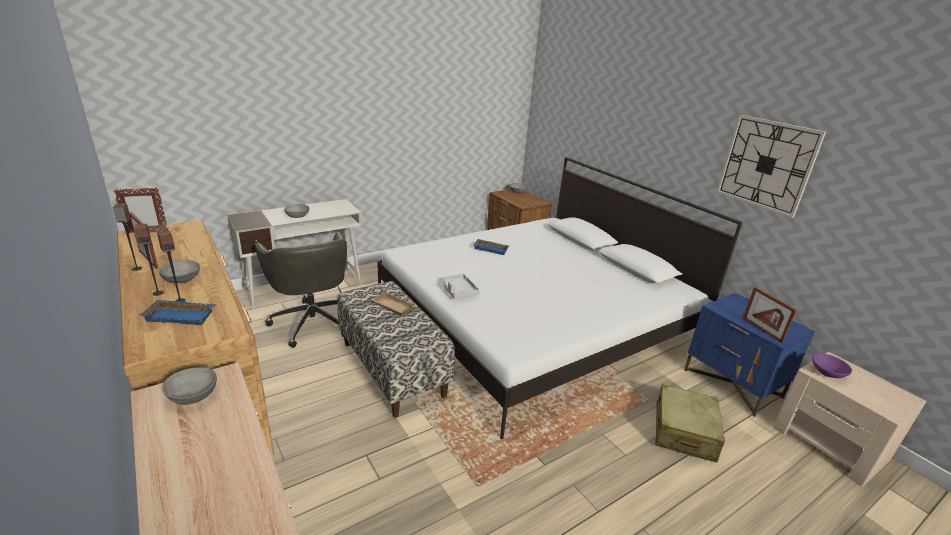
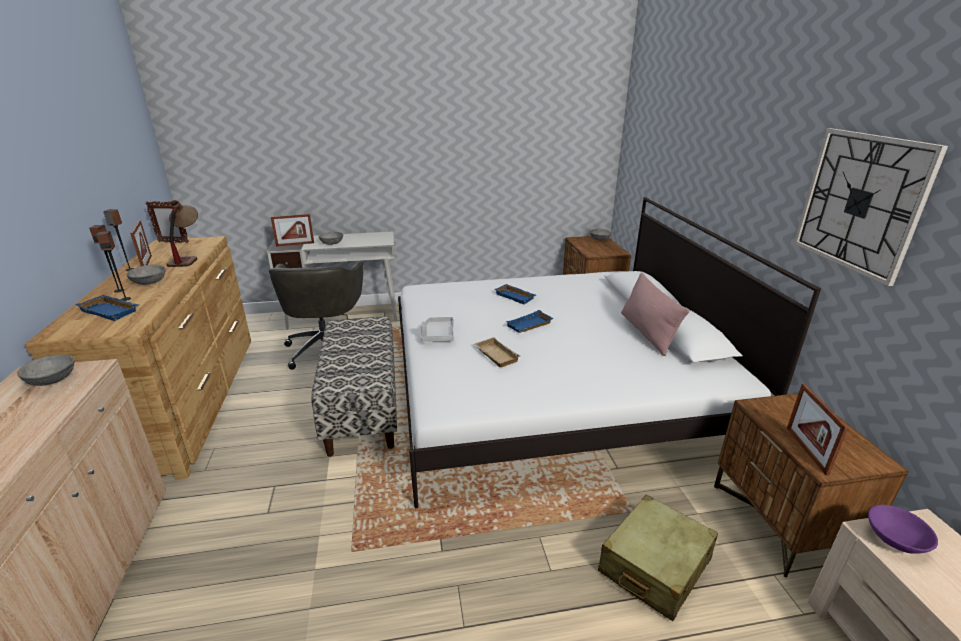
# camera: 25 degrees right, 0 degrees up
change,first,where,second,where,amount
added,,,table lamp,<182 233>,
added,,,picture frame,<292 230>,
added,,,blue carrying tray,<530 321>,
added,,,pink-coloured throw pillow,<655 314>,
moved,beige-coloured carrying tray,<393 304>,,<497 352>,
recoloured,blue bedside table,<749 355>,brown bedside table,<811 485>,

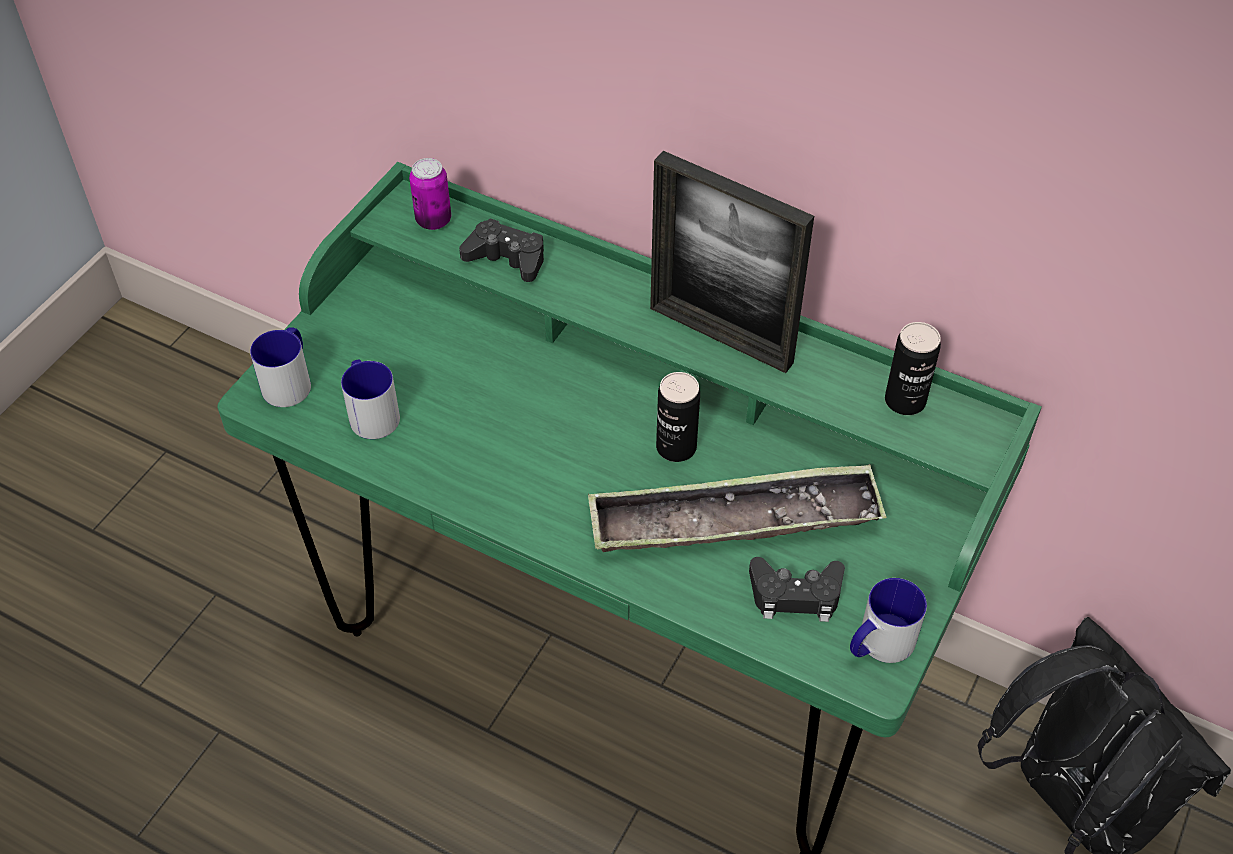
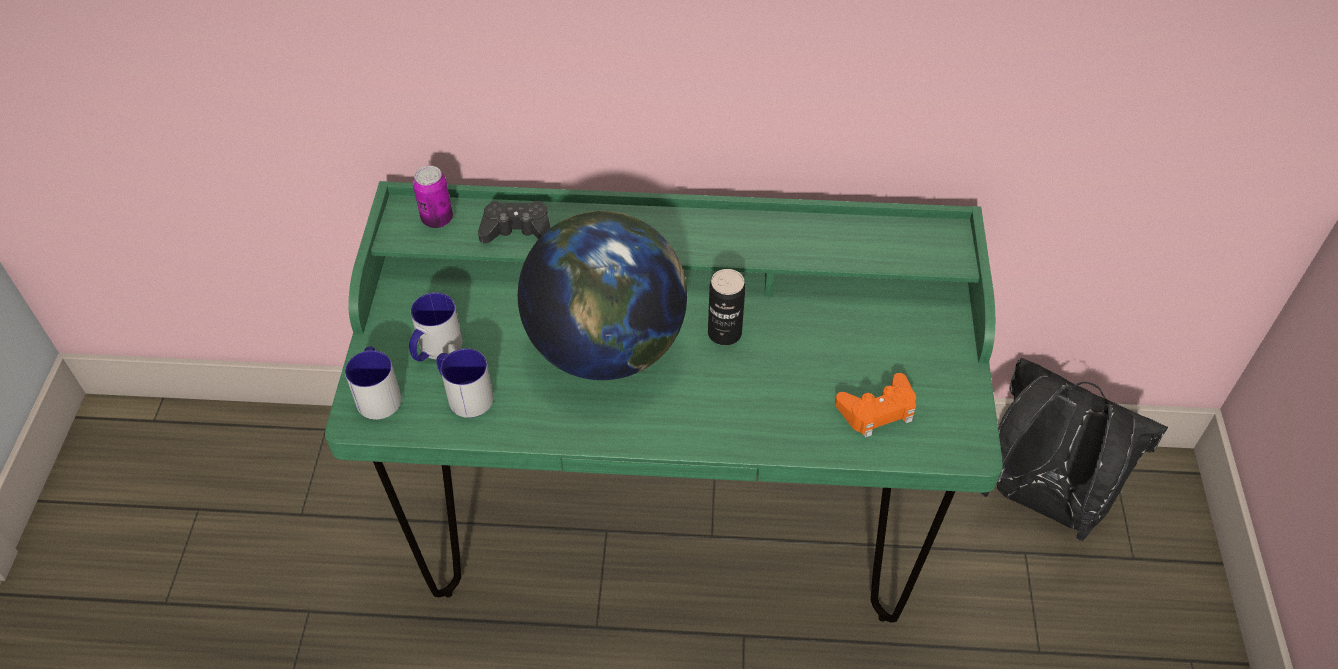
# camera: 25 degrees left, 0 degrees up
change,first,where,second,where,amount
removed,carrying tray,<737 508>,,,
removed,picture frame,<732 262>,,,
removed,sealed can,<913 368>,,,
added,,,world globe,<602 295>,
moved,mug,<888 620>,,<436 326>,
recoloured,black joypad,<797 589>,orangey joypad,<875 405>,

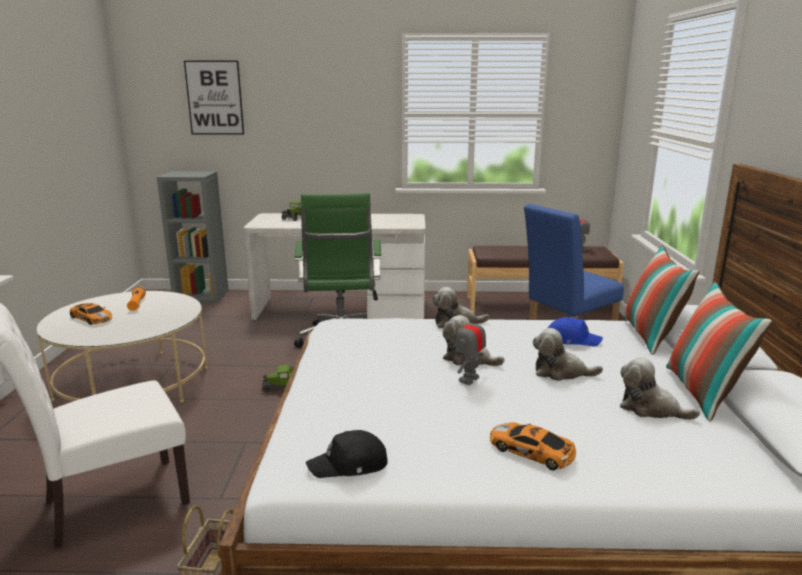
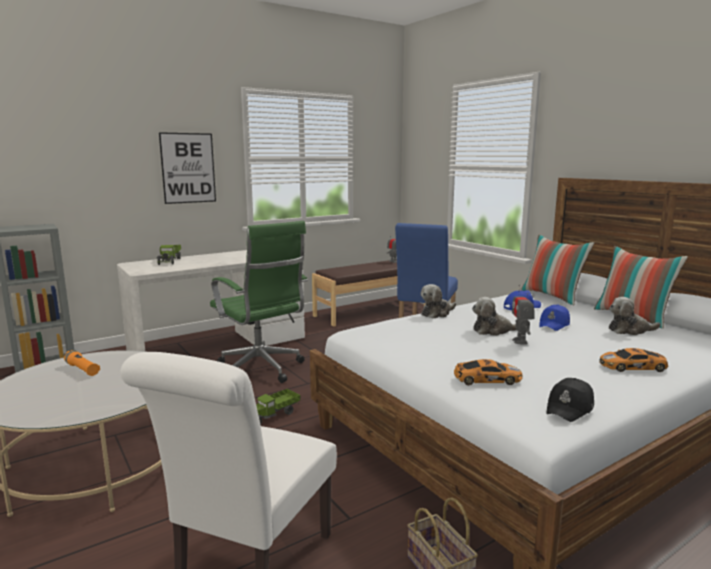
# camera: 35 degrees left, 5 degrees down
change,first,where,second,where,amount
moved,miniature car,<91 314>,,<488 372>,
moved,wall art,<214 97>,,<187 168>,
replaced,plush toy,<568 354>,blue peaked cap,<554 317>,

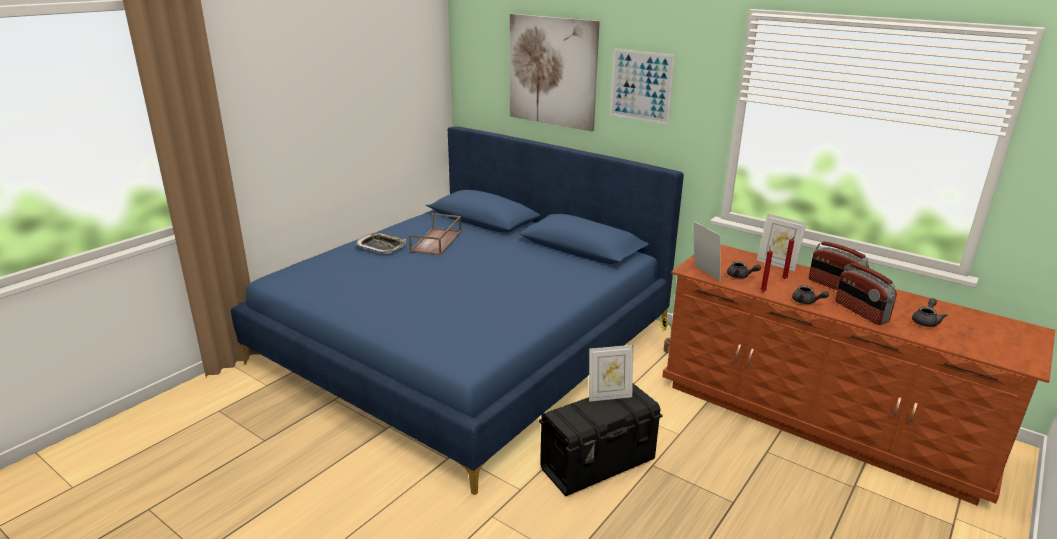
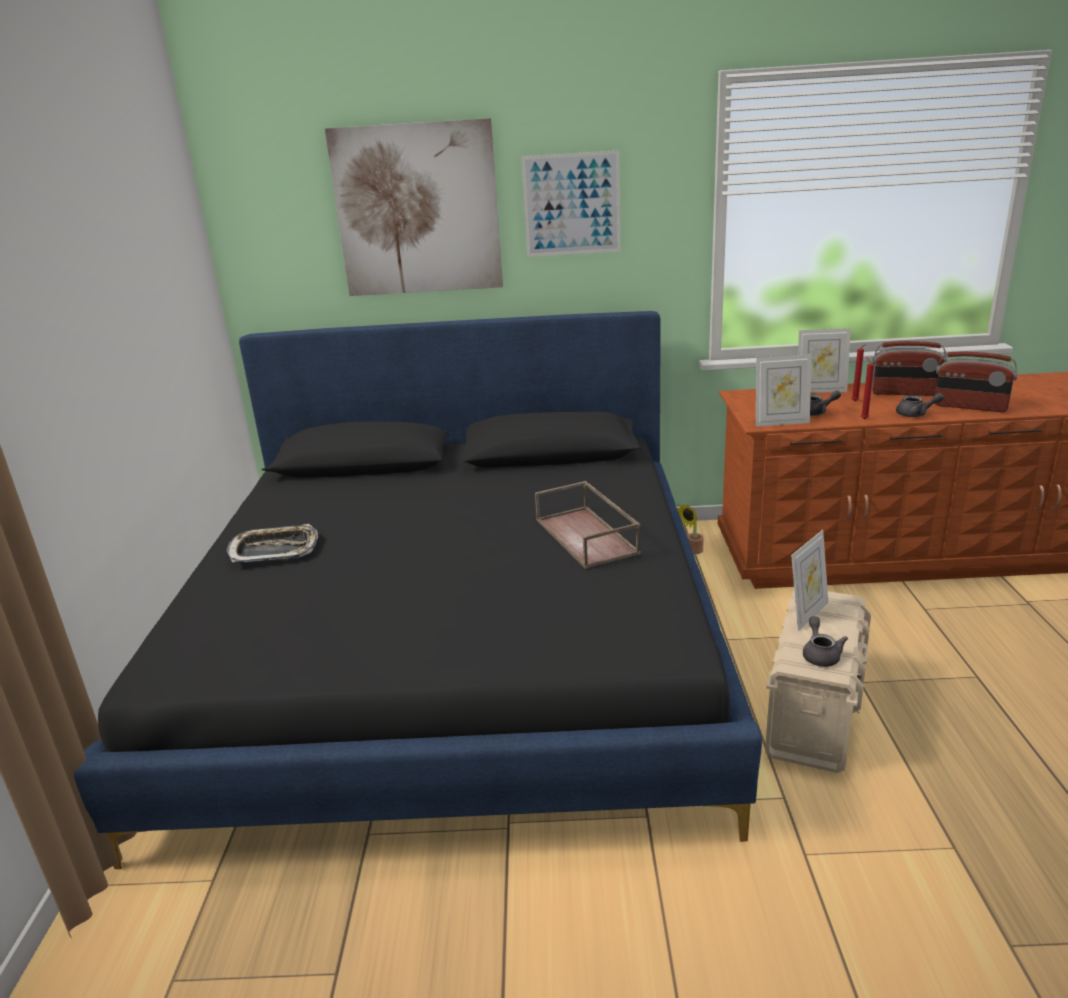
# camera: 35 degrees left, 0 degrees up
change,first,where,second,where,amount
moved,brown carrying tray,<435 234>,,<587 525>,
moved,gray teapot,<930 312>,,<825 641>,
recoloured,blue bedroom bed,<457 310>,black bedroom bed,<418 590>,
recoloured,black storage bin,<601 439>,beige-coloured storage bin,<818 682>,
turned,picture frame,<707 251>,,<784 390>,150 degrees clockwise

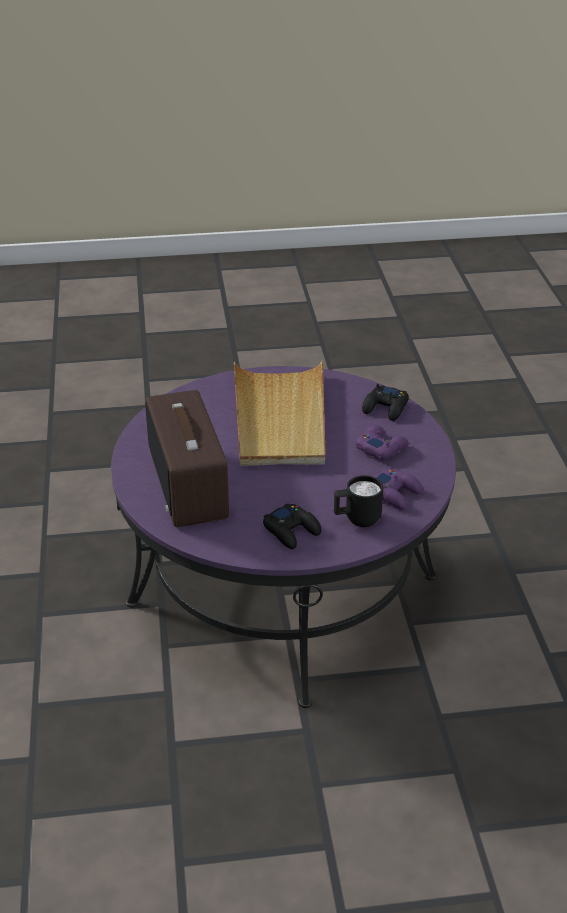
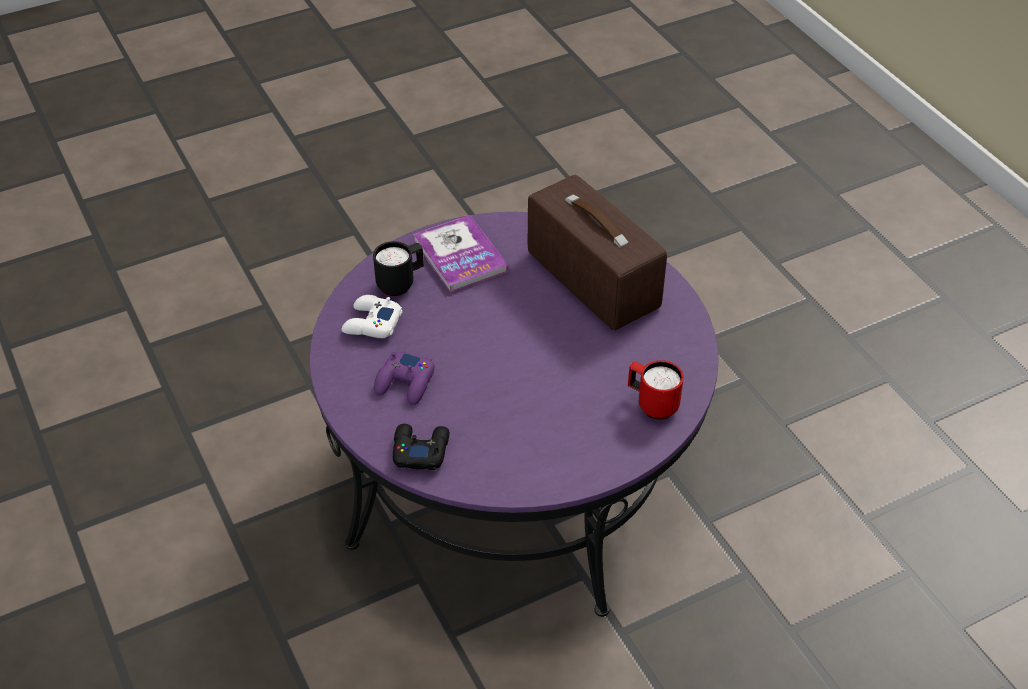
# camera: 160 degrees right, 10 degrees up
change,first,where,second,where,amount
removed,beige-coloured carrying tray,<279 413>,,,
added,,,reddish mug,<656 390>,
replaced,black joypad,<292 526>,bound book,<461 254>,
recoloured,purplish joypad,<399 489>,white-coloured joypad,<372 316>,

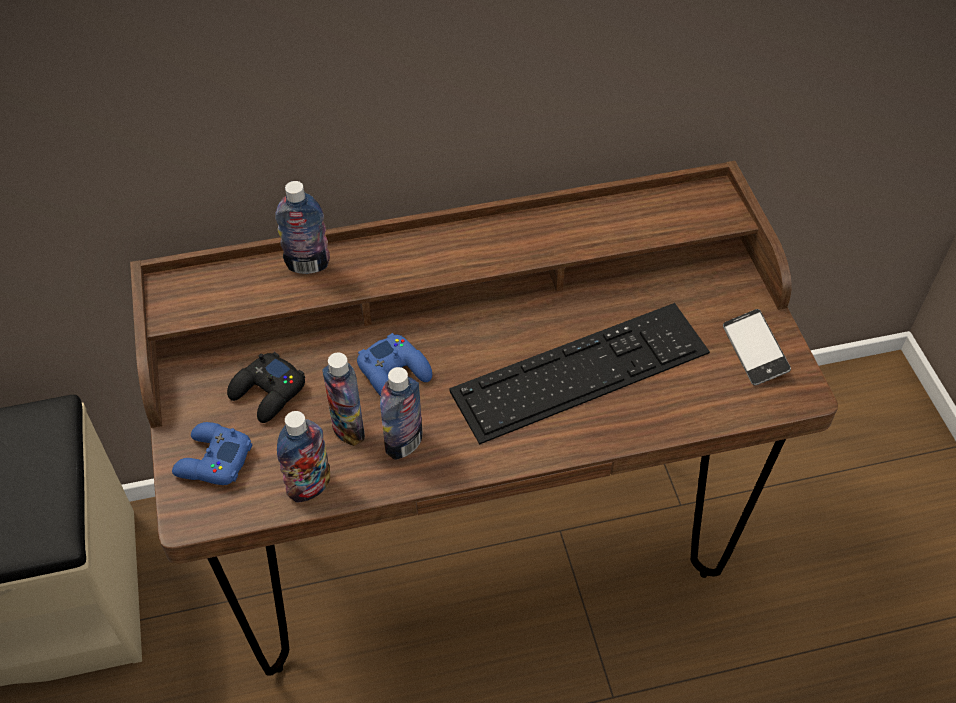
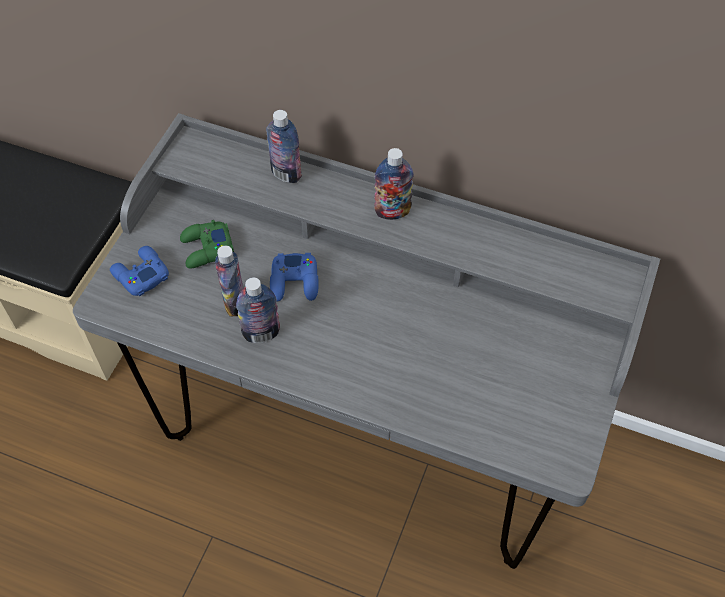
# camera: 35 degrees right, 5 degrees up
change,first,where,second,where,amount
removed,computer keyboard,<580 374>,,,
removed,telephone,<757 347>,,,
moved,beverage bottle,<303 457>,,<394 184>,
recoloured,brown desk table,<484 418>,gray desk table,<366 341>,
recoloured,black joypad,<266 387>,green joypad,<207 244>,

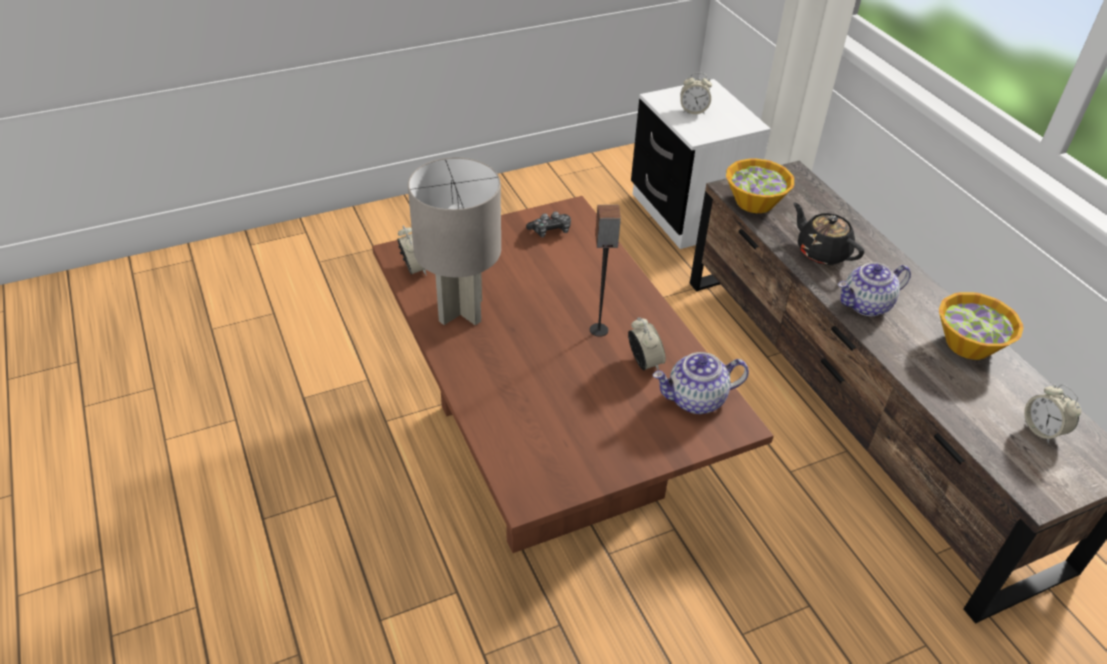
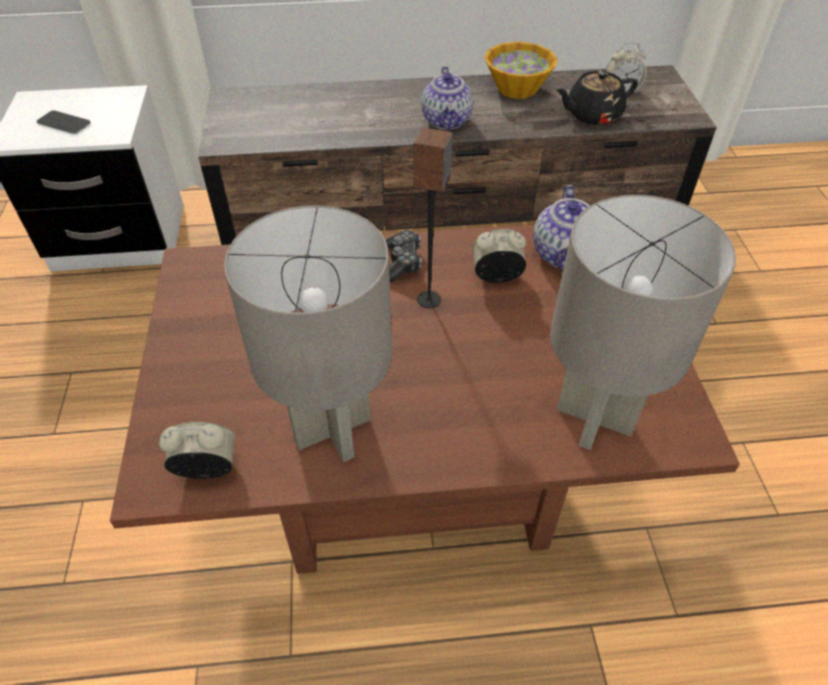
# camera: 70 degrees left, 5 degrees up
change,first,where,second,where,amount
removed,deep dish,<760 185>,,,
added,,,gray table lamp,<643 322>,
moved,joypad,<548 224>,,<404 256>,
moved,black teapot,<829 234>,,<597 97>,
replaced,alarm clock,<696 93>,telephone,<64 122>,

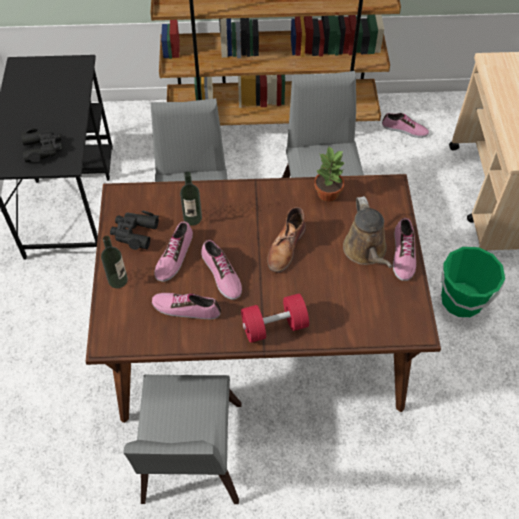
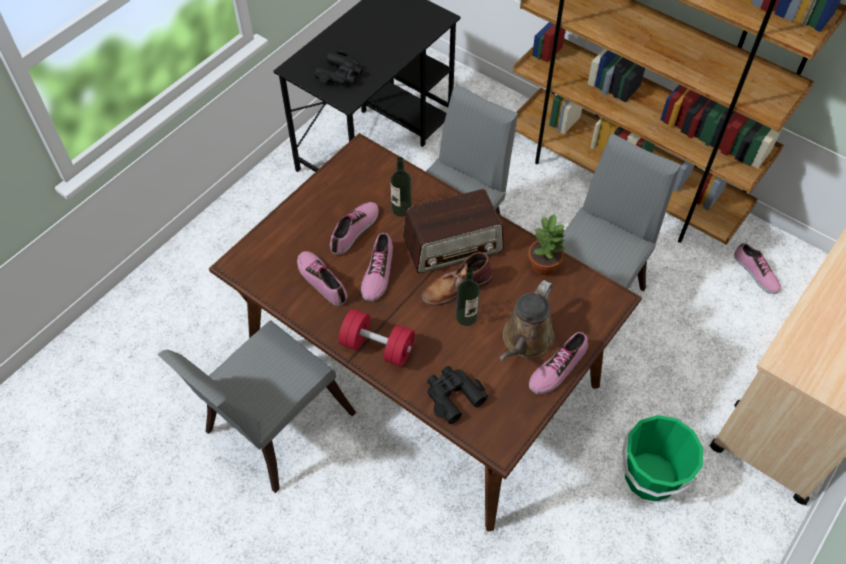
# camera: 40 degrees right, 0 degrees up
change,first,where,second,where,amount
added,,,radio receiver,<453 231>,
moved,beverage bottle,<114 262>,,<468 297>,
moved,black binoculars,<134 230>,,<457 395>,
turned,low shoe,<173 251>,,<354 228>,150 degrees clockwise

